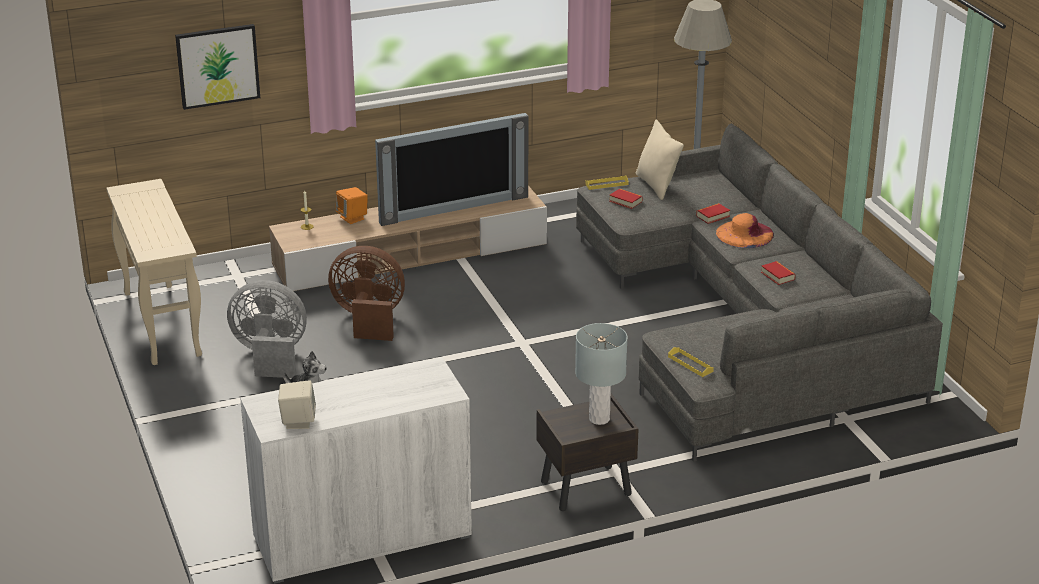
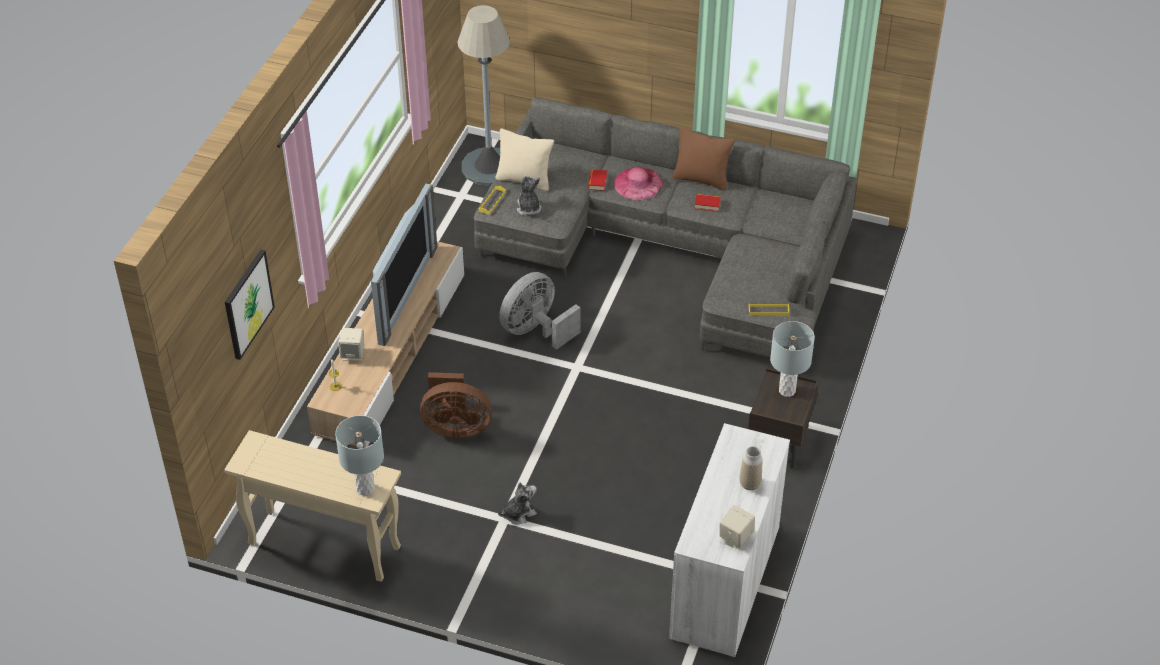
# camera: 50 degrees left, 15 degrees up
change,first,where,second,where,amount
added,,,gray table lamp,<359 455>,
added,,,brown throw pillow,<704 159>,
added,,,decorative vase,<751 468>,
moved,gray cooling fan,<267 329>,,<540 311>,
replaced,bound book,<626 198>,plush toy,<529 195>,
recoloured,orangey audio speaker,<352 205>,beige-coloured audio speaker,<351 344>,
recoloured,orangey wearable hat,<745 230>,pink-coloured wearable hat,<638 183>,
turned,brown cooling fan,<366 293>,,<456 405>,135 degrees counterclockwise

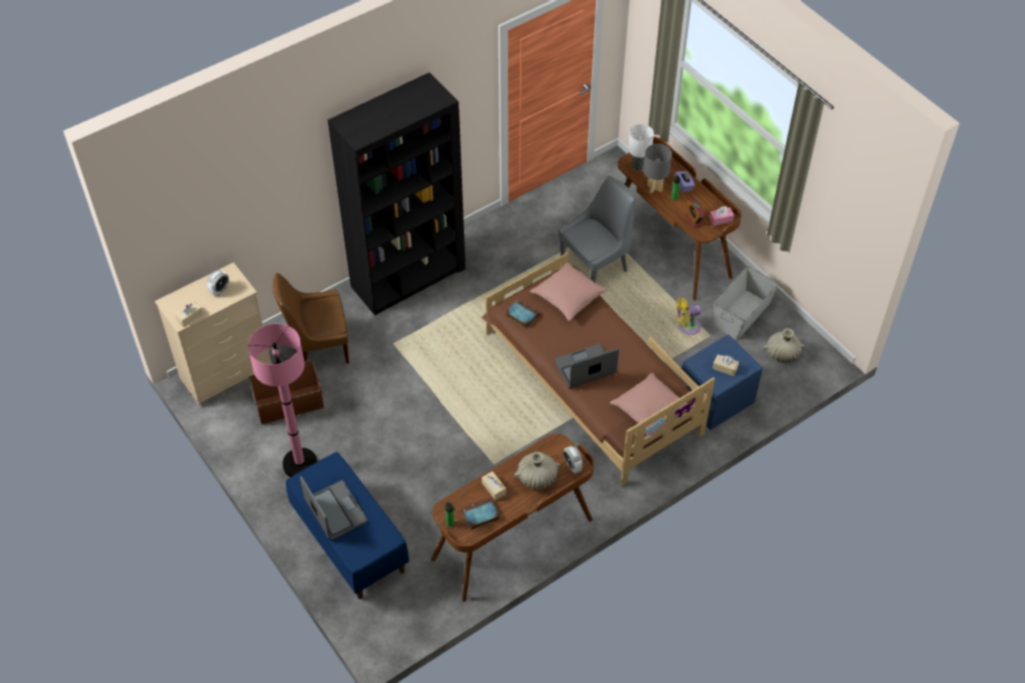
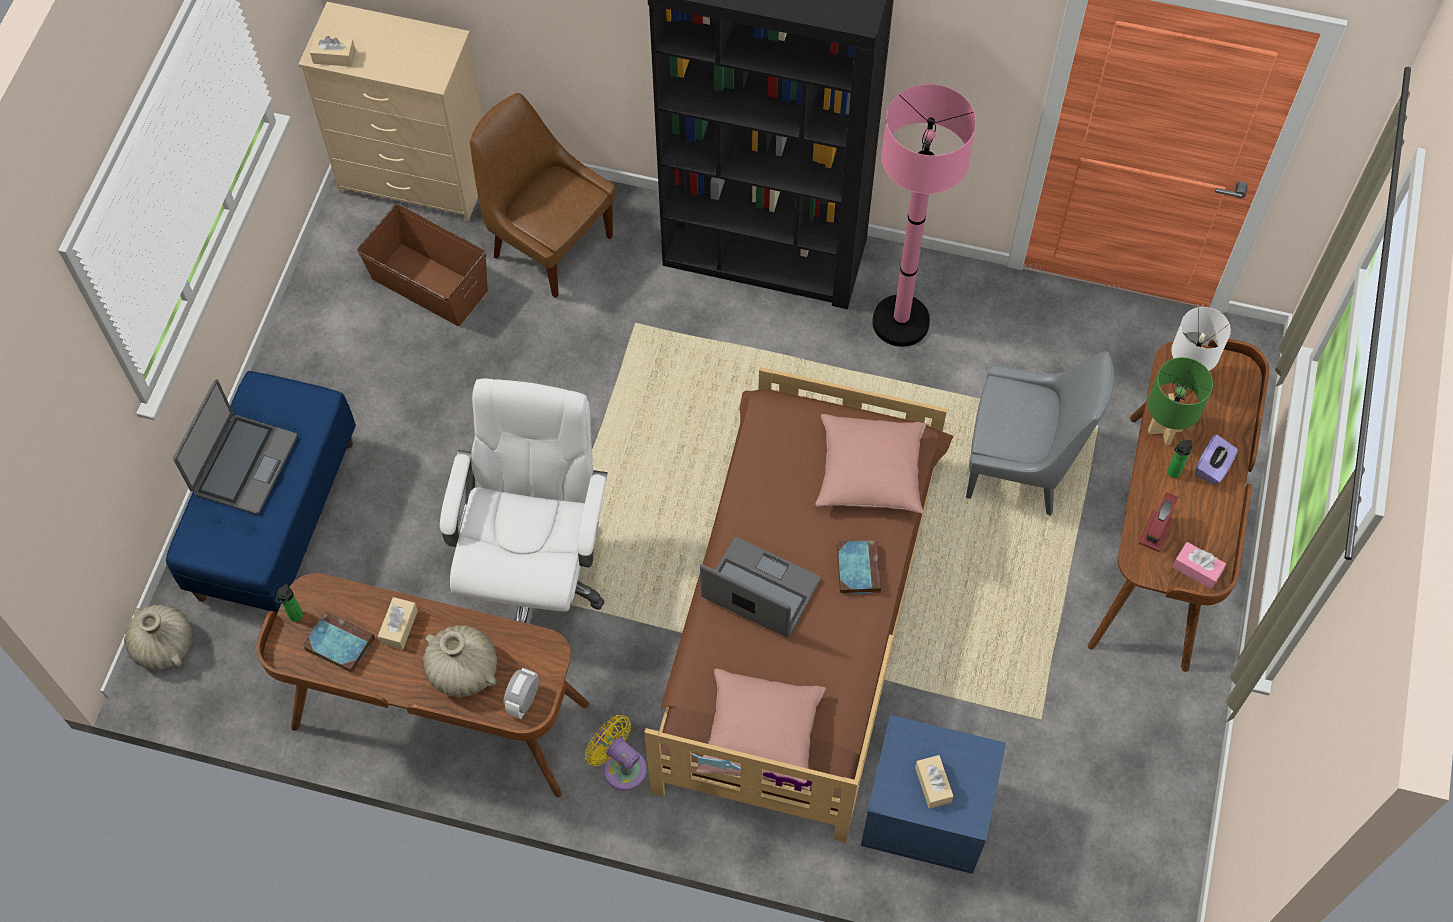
# camera: 50 degrees right, 10 degrees up
change,first,where,second,where,amount
removed,alarm clock,<218 283>,,,
removed,gray storage bin,<746 303>,,,
added,,,white-coloured office chair,<524 501>,
moved,pink-coloured standing lamp,<282 400>,,<924 215>,
moved,bound book,<522 314>,,<858 567>,
moved,yellow-coloured cooling fan,<688 316>,,<616 753>,
moved,beige-coloured decorative vase,<784 345>,,<158 637>,
recoloured,gray table lamp,<657 169>,green table lamp,<1180 401>,

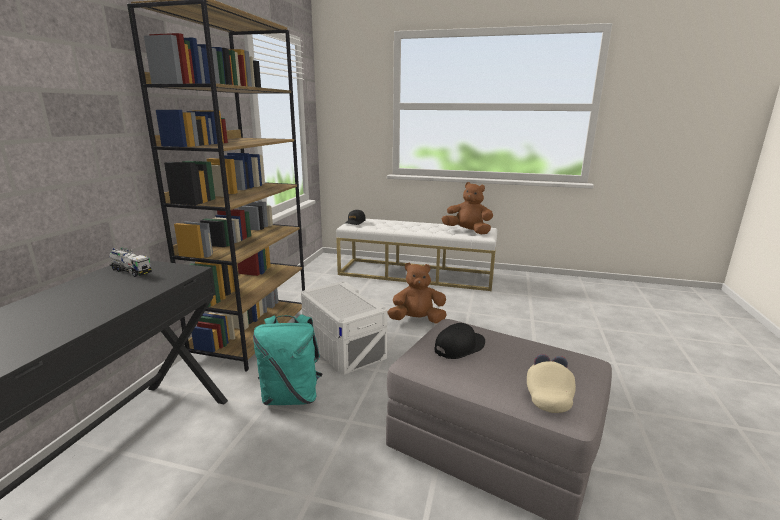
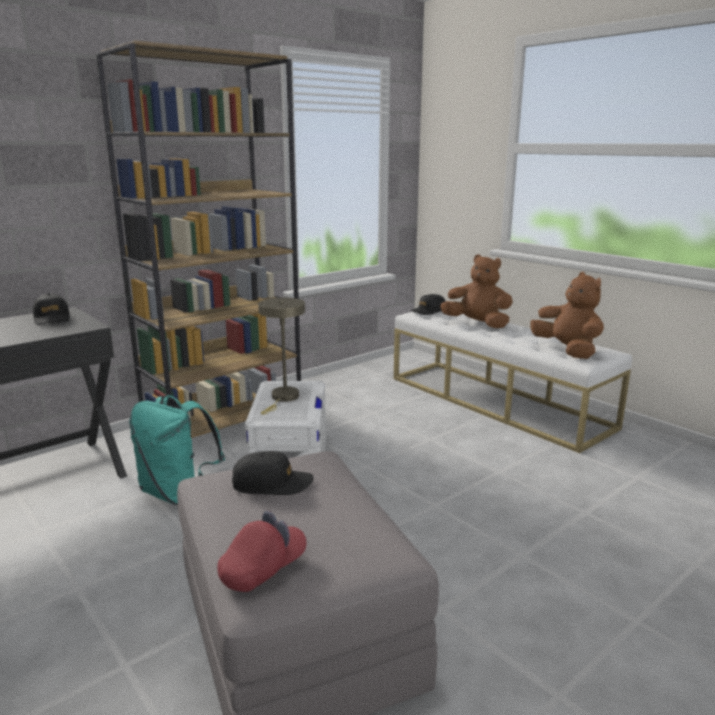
# camera: 35 degrees right, 0 degrees up
change,first,where,second,where,amount
added,,,beige-coloured table lamp,<281 356>,
moved,brown plush toy,<417 293>,,<476 291>,
replaced,model truck,<130 262>,black peaked cap,<51 309>,
recoloured,beige-coloured peaked cap,<551 383>,reddish peaked cap,<262 551>,

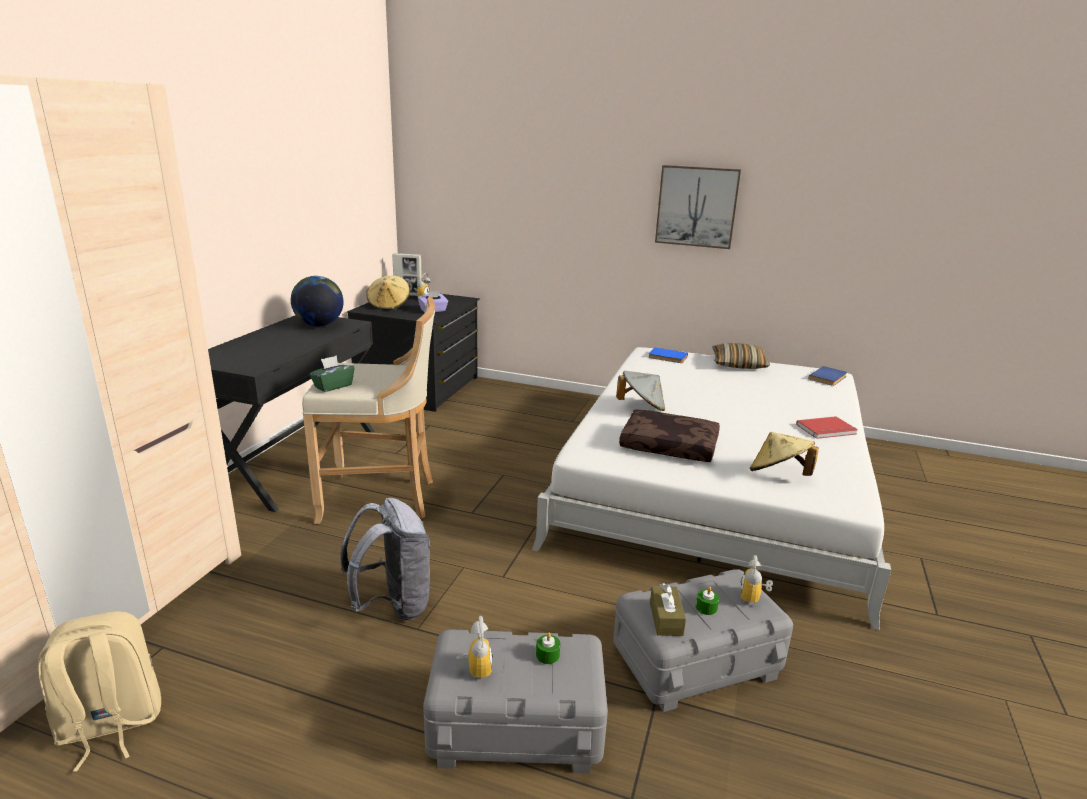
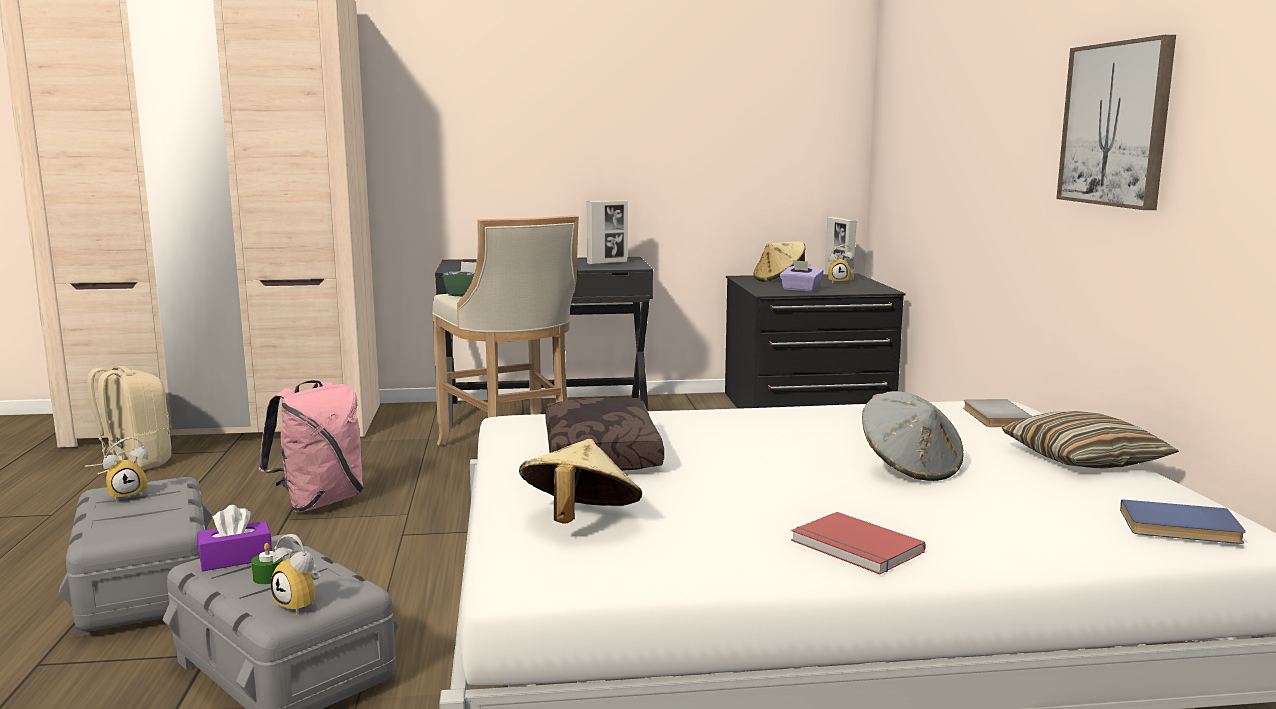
# camera: 65 degrees right, 10 degrees down
change,first,where,second,where,amount
removed,green wax light,<548 648>,,,
moved,gray wearable hat,<640 391>,,<912 436>,
replaced,world globe,<317 301>,picture frame,<607 232>,
recoloured,gray rucksack,<385 559>,pink-coloured rucksack,<311 446>,
recoloured,blue bound book,<668 355>,gray bound book,<997 413>,
recoloured,brown box of tissues,<668 609>,purplish box of tissues,<234 538>,
turned,alarm clock,<757 581>,,<296 574>,135 degrees counterclockwise

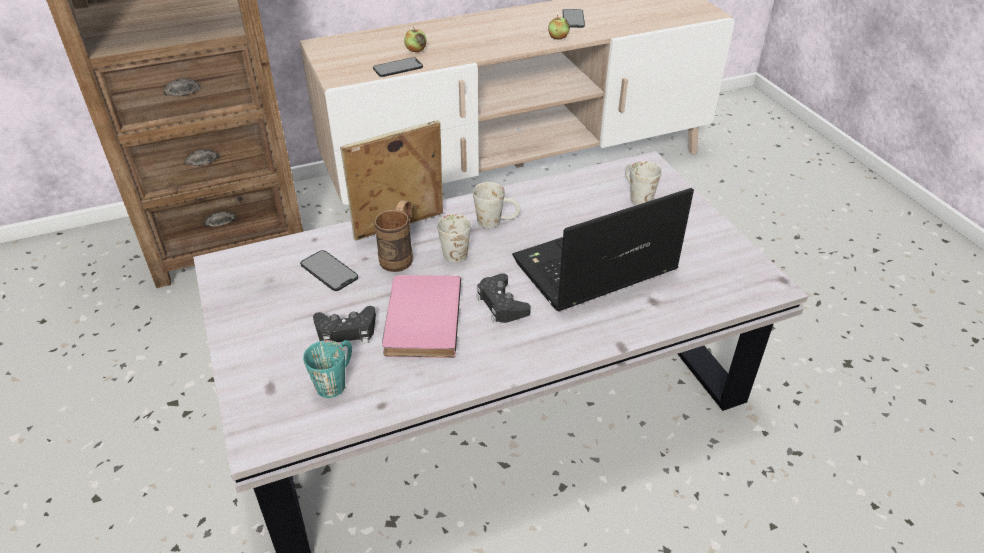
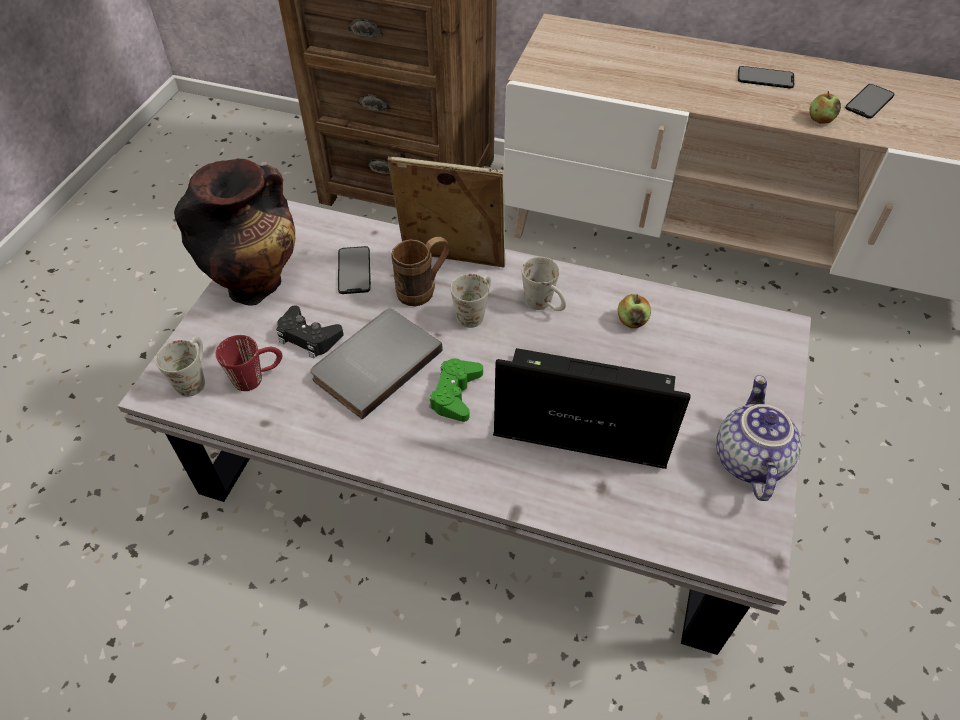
# camera: 40 degrees right, 10 degrees up
change,first,where,second,where,amount
added,,,decorative vase,<234 232>,
added,,,teapot,<759 438>,
moved,telephone,<398 67>,,<766 77>,
moved,whole apple,<415 39>,,<634 311>,
moved,white-coloured mug,<643 183>,,<180 366>,
recoloured,blue-green mug,<327 369>,reddish mug,<249 363>,
recoloured,pink-coloured bound book,<421 316>,gray bound book,<376 364>,
recoloured,black joypad,<503 298>,green joypad,<456 390>,

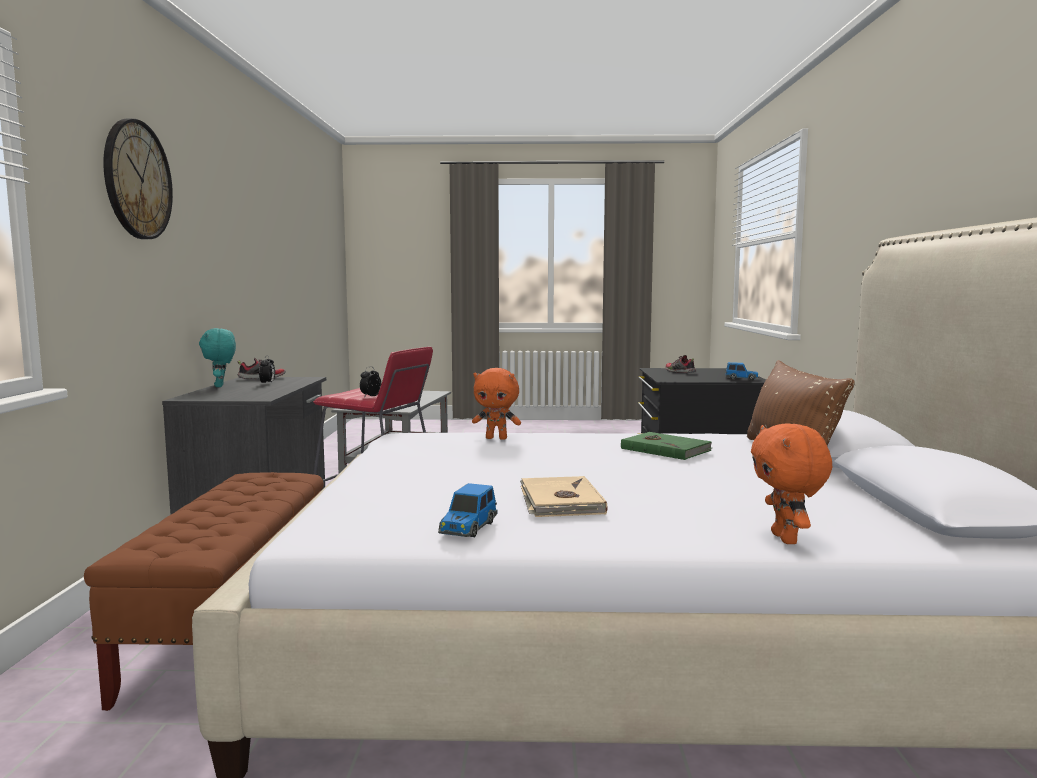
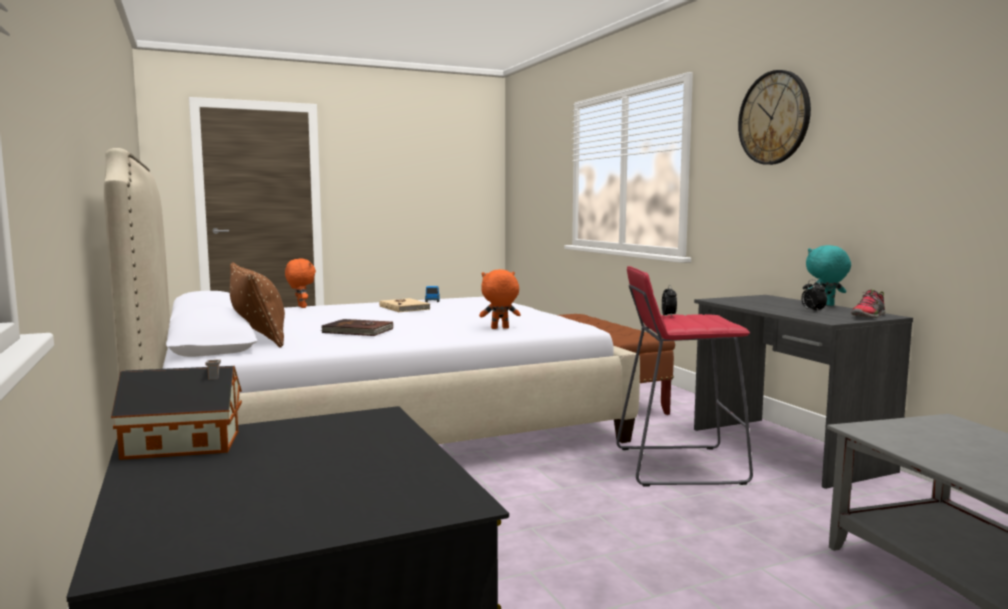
# camera: 155 degrees right, 0 degrees up
change,first,where,second,where,amount
removed,low shoe,<680 364>,,,
replaced,miniature car,<742 371>,model house,<176 410>,
recoloured,green bound book,<666 446>,brown bound book,<357 327>,
turned,blue-green plush toy,<217 357>,,<828 275>,60 degrees counterclockwise

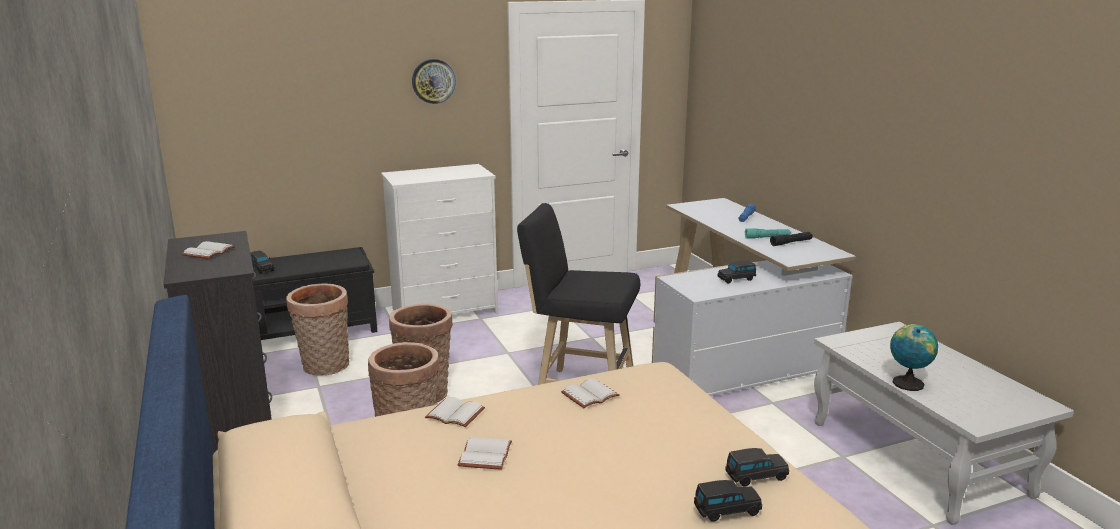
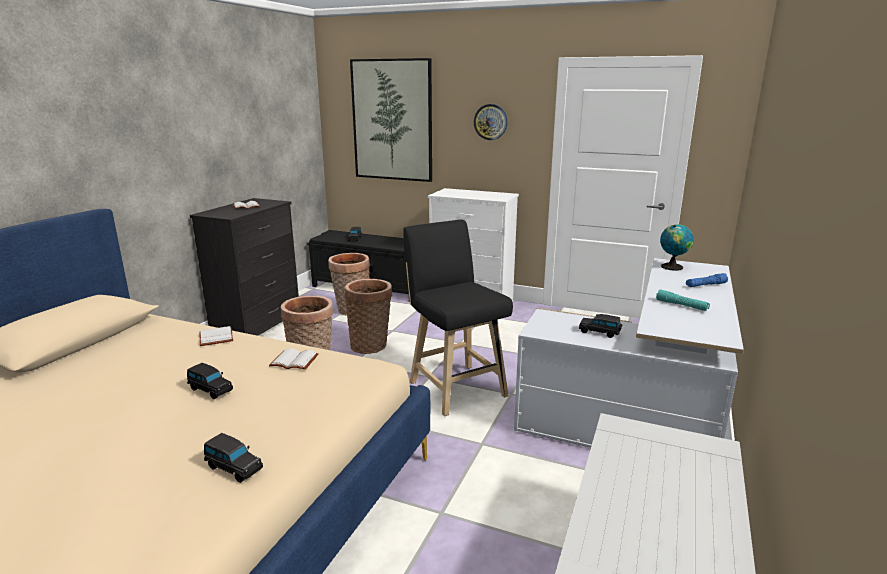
# camera: 45 degrees right, 0 degrees up
change,first,where,second,where,amount
removed,white-coloured bound book,<485 453>,,,
removed,black torch,<791 239>,,,
added,,,wall art,<391 120>,
moved,black miniature car,<728 501>,,<210 381>,
moved,world globe,<914 357>,,<677 247>,

